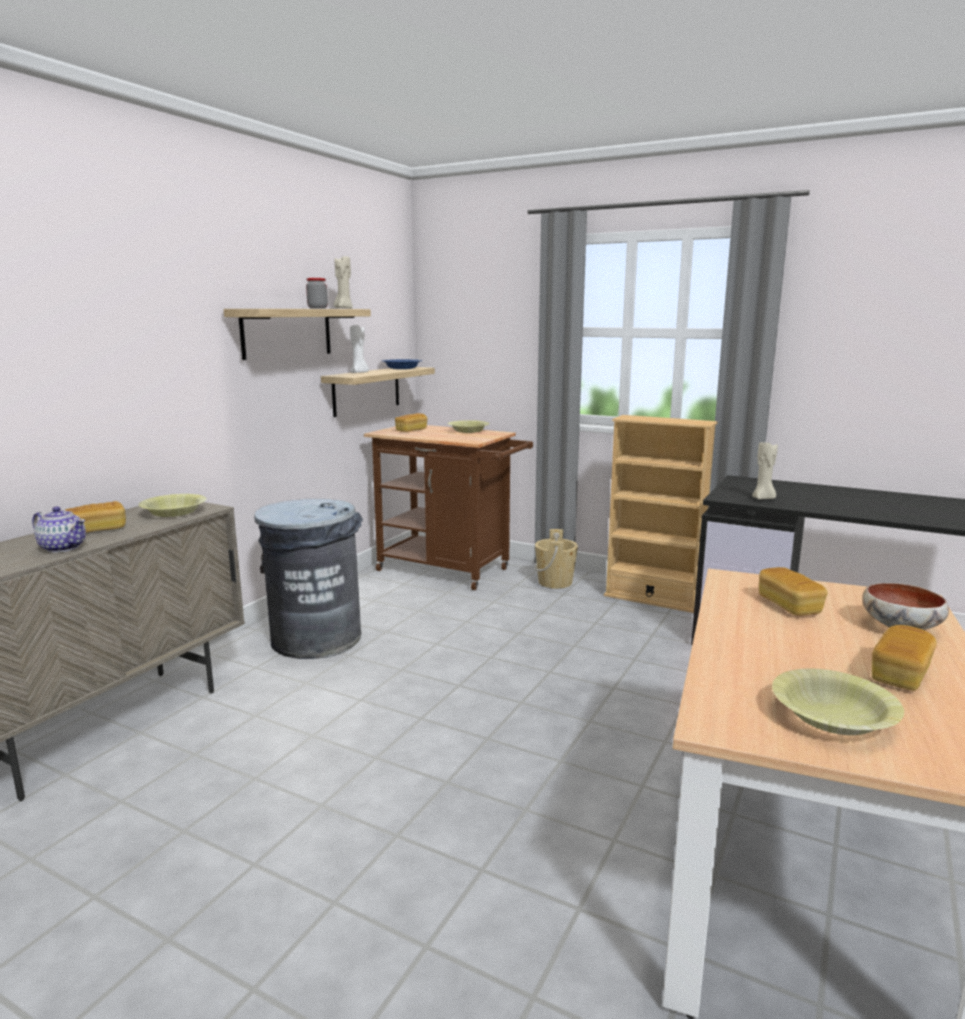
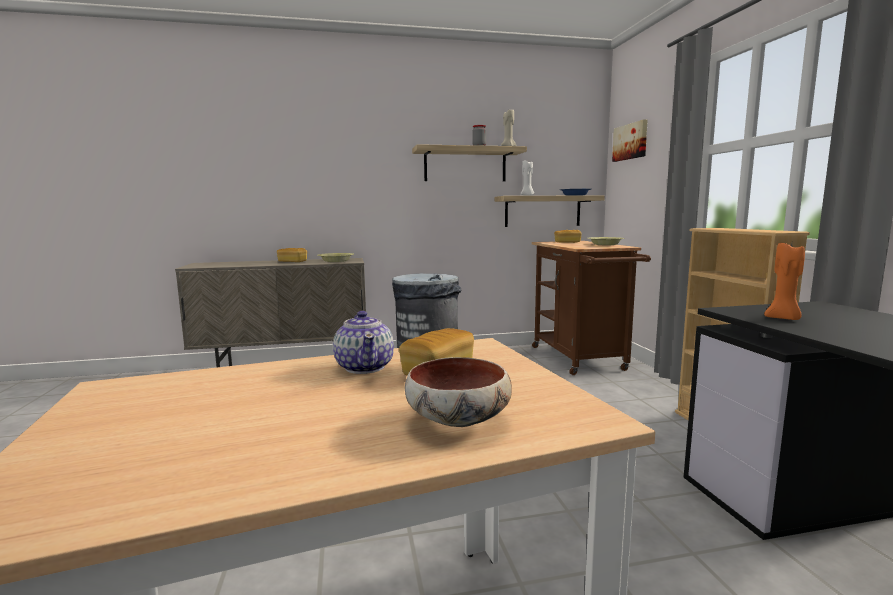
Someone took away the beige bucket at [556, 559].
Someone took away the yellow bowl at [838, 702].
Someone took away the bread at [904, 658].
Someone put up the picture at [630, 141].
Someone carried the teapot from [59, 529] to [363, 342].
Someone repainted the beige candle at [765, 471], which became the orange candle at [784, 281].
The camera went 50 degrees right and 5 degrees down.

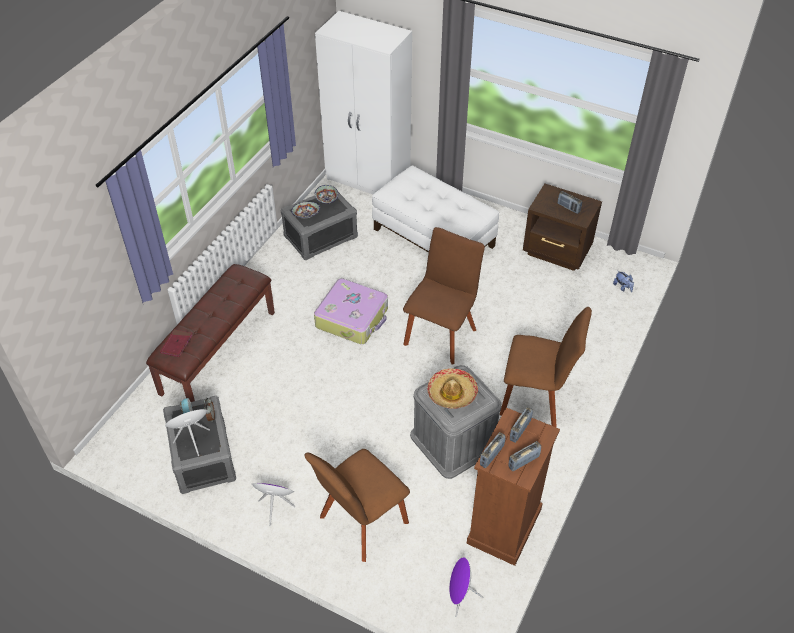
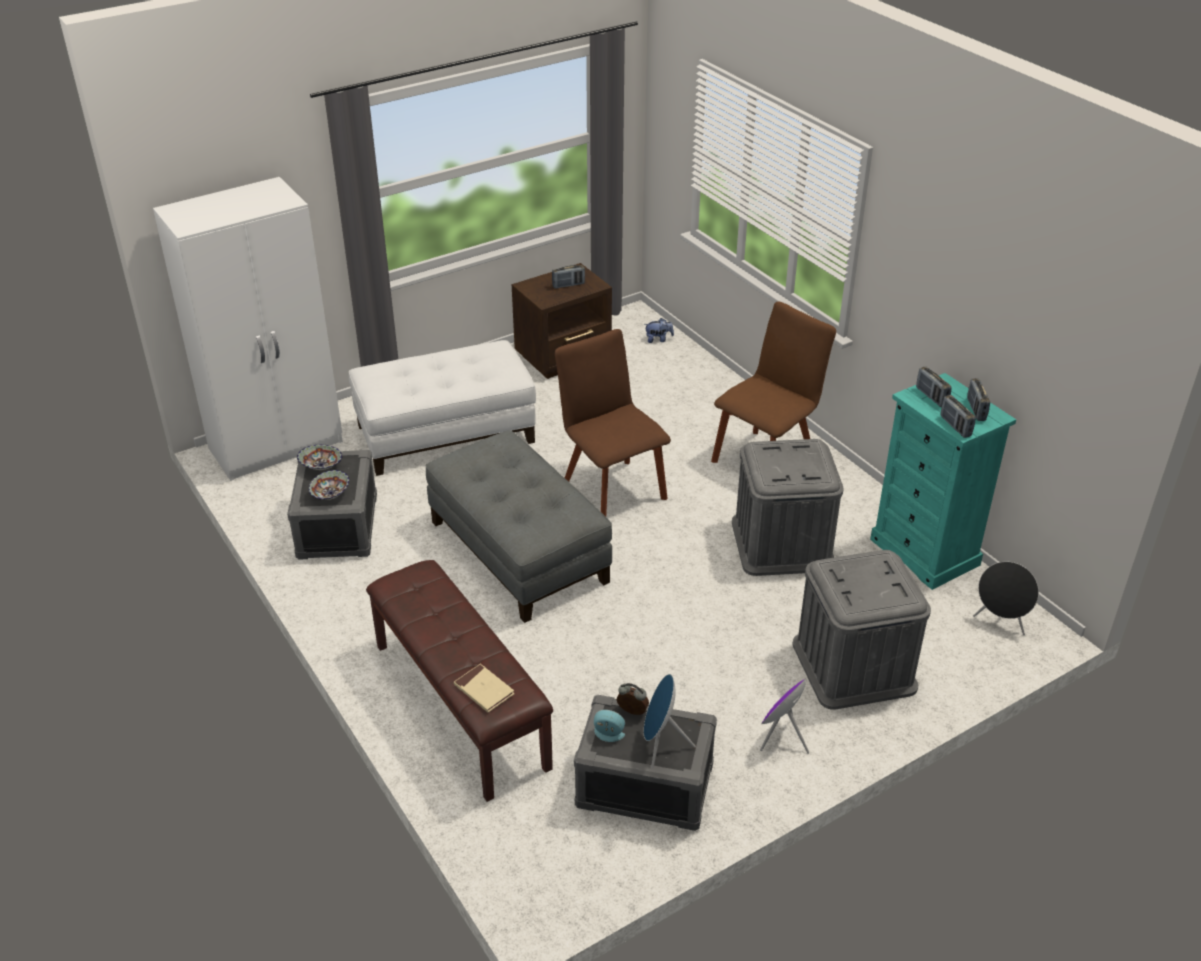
Someone took away the hat at [452, 388].
Someone swapped the brown chair at [357, 505] for the grey storage box at [861, 630].
Someone swapped the suitcase at [351, 311] for the grey ottoman at [519, 526].
Someone repainted the red book at [176, 343], which became the beige book at [484, 688].
Someone repainted the purple speaker at [466, 587], which became the black speaker at [1006, 598].
Someone repainted the brown dresser at [513, 486], which became the turquoise dresser at [943, 481].
The camera went 60 degrees left and 10 degrees down.

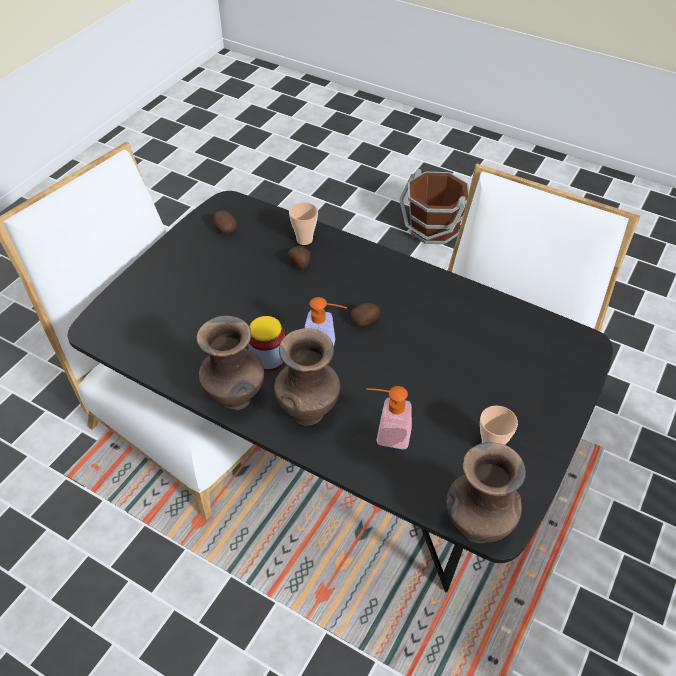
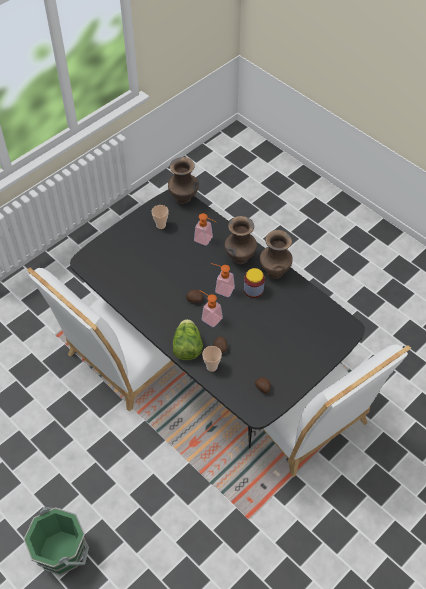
Someone put down the lettuce at [188, 339].
Someone put down the soap dispenser at [211, 308].
Someone repainted the brown bucket at [434, 206], which became the green bucket at [56, 541].
The camera went 165 degrees left and 5 degrees up.

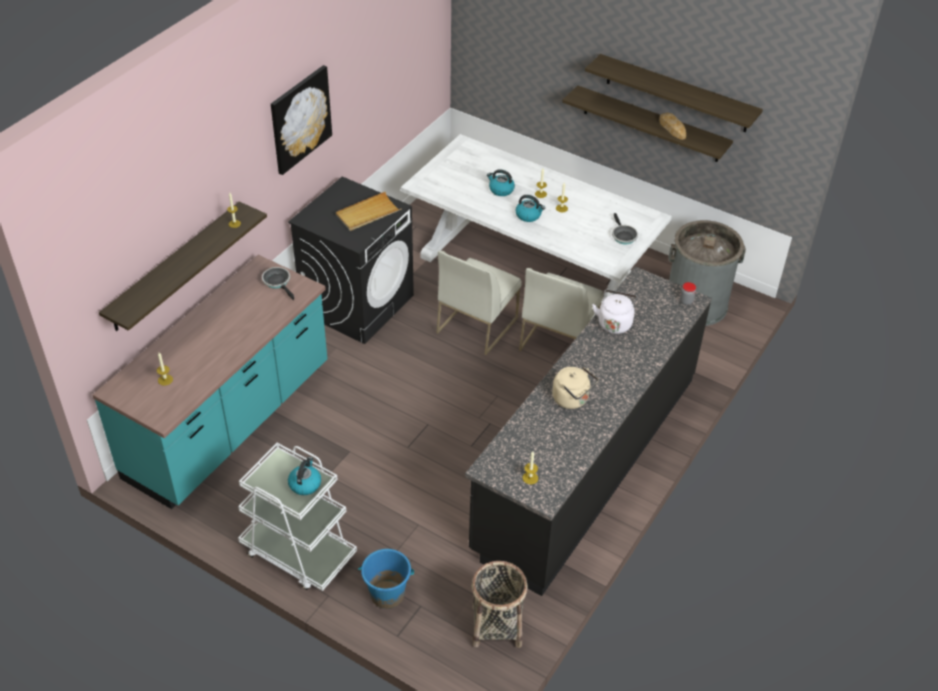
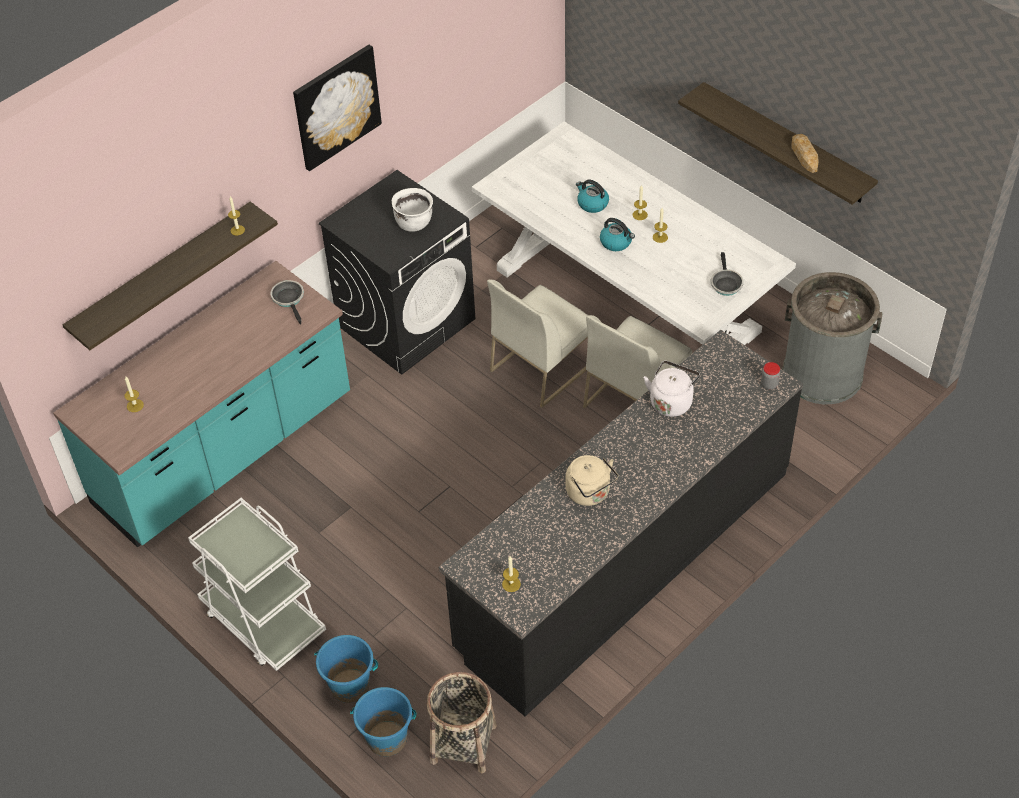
Someone took away the kettle at [304, 476].
Someone took away the shelf at [674, 93].
Someone put down the blue bucket at [383, 721].
Someone swapped the beige tray at [368, 211] for the white cooking pot at [412, 210].
The camera went 15 degrees right and 5 degrees up.

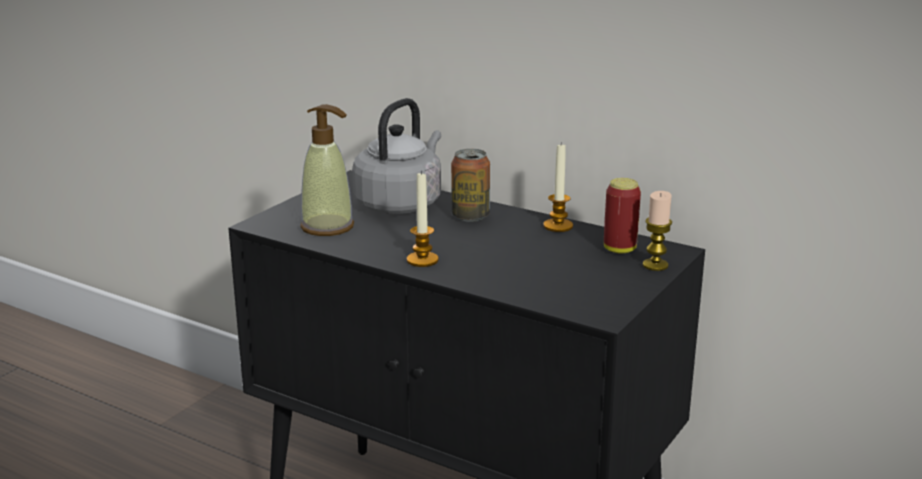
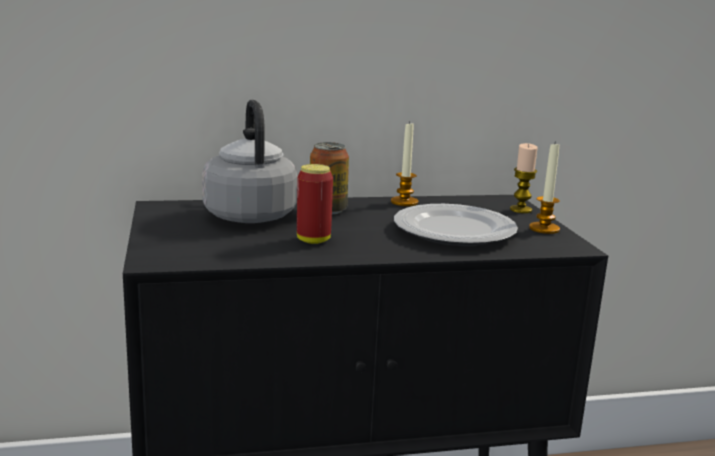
Someone took away the soap dispenser at [327, 170].
Someone put down the plate at [456, 225].
Someone carried the candle from [423, 219] to [544, 187].
Someone carried the can from [622, 216] to [315, 204].
The camera went 45 degrees left and 5 degrees down.

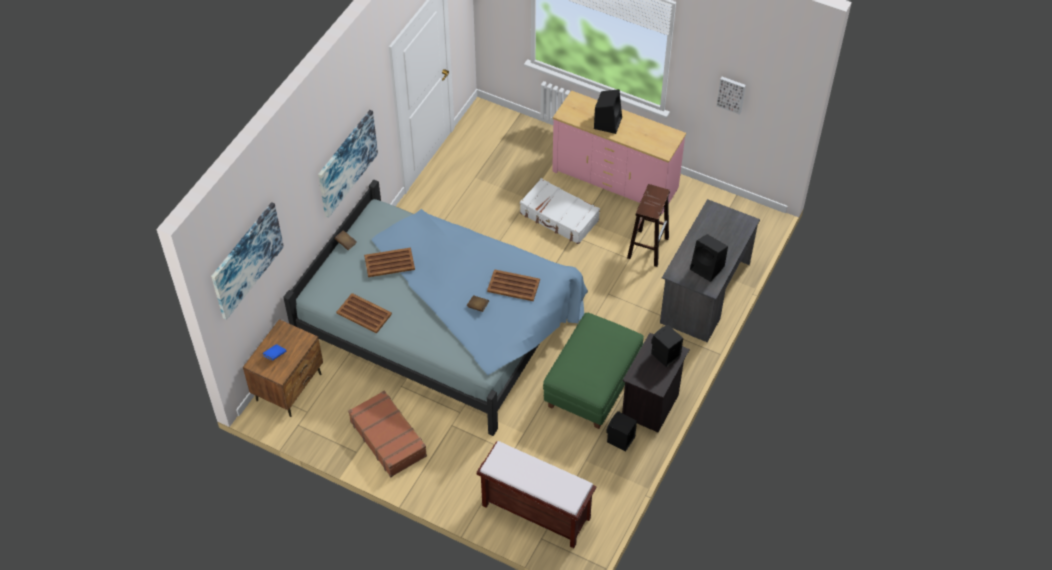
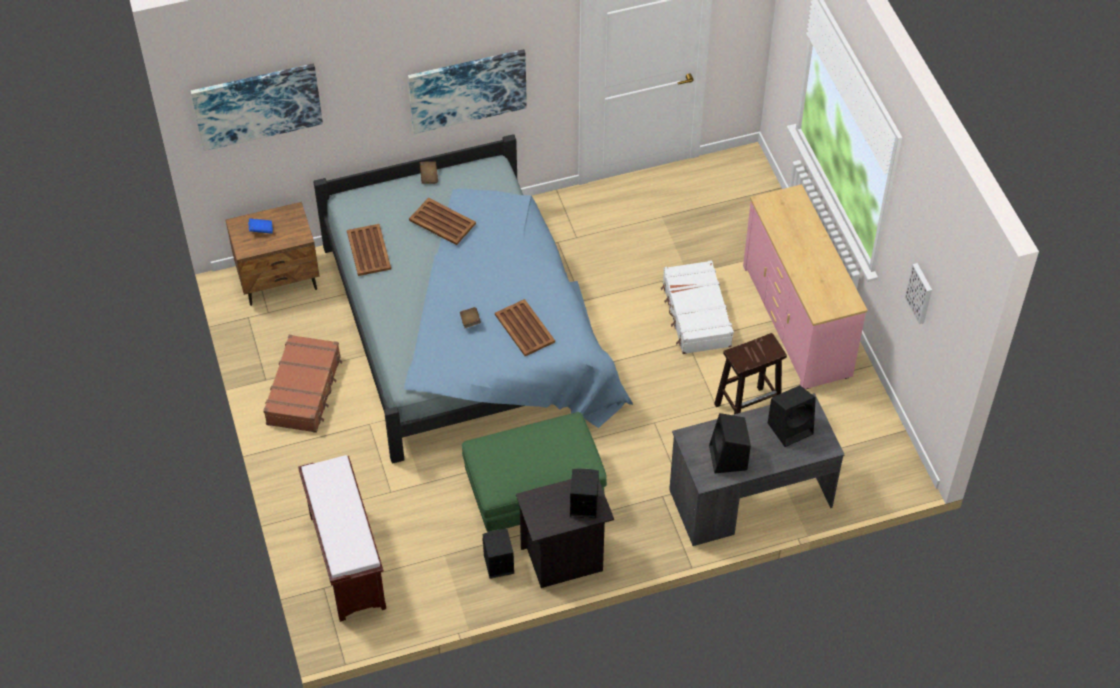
Someone carried the black speaker from [608, 111] to [792, 416].
The camera went 45 degrees right and 0 degrees up.

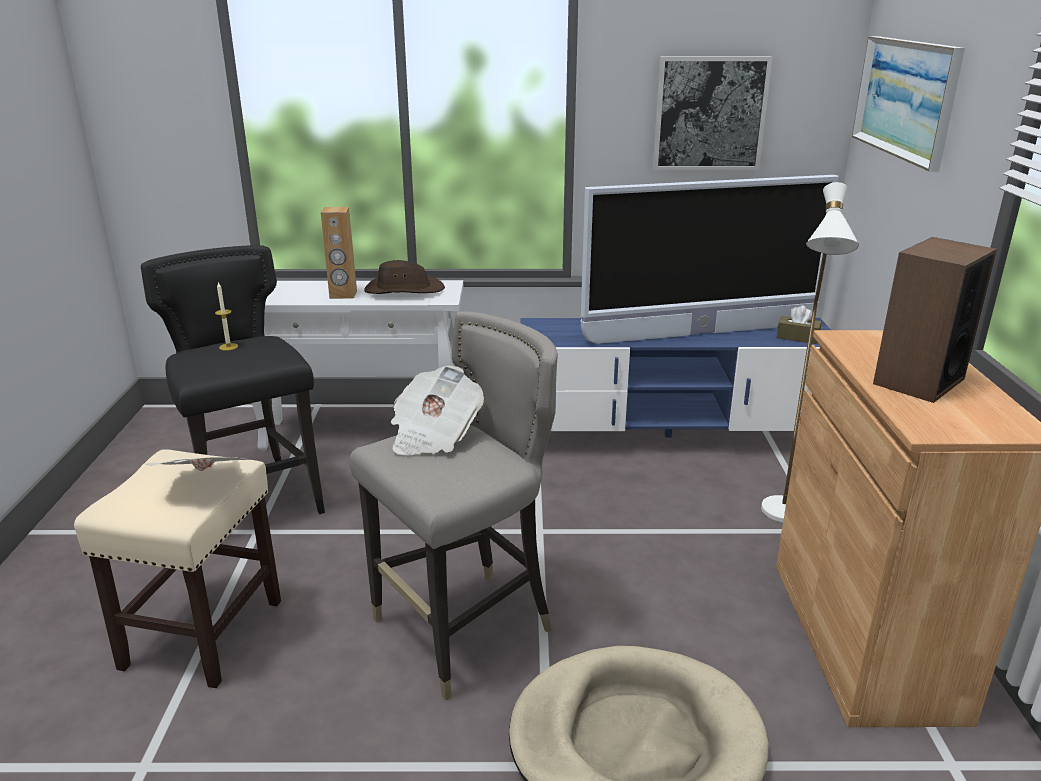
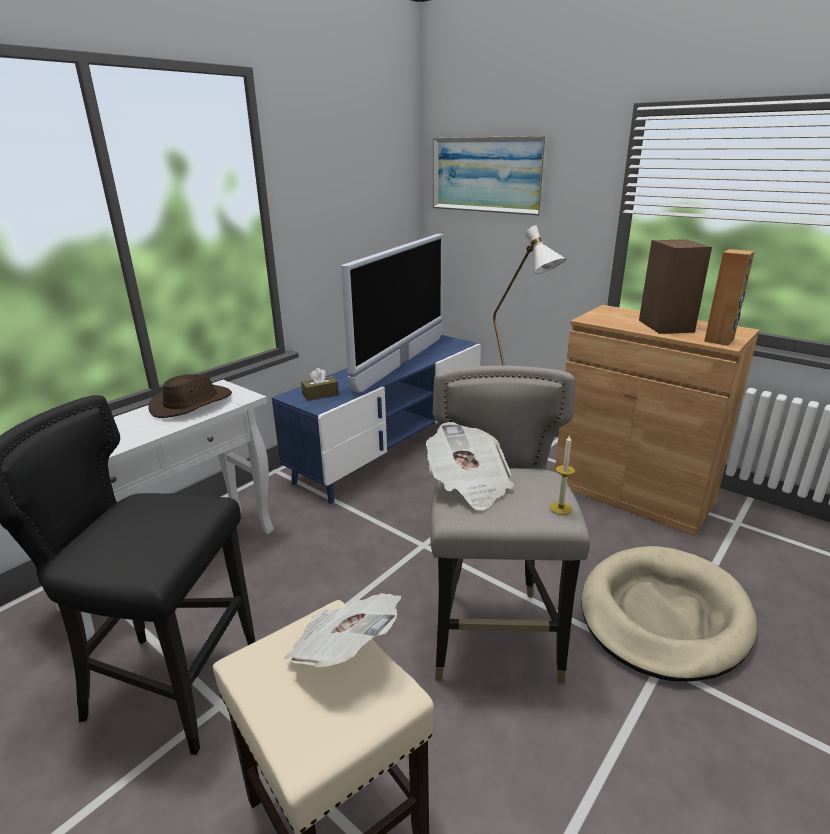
Someone took away the picture at [712, 113].
Someone carried the candle from [226, 316] to [563, 474].
Someone carried the brown speaker from [339, 253] to [729, 297].
Someone carried the brown tissue box from [799, 325] to [320, 384].
The camera went 50 degrees left and 0 degrees up.

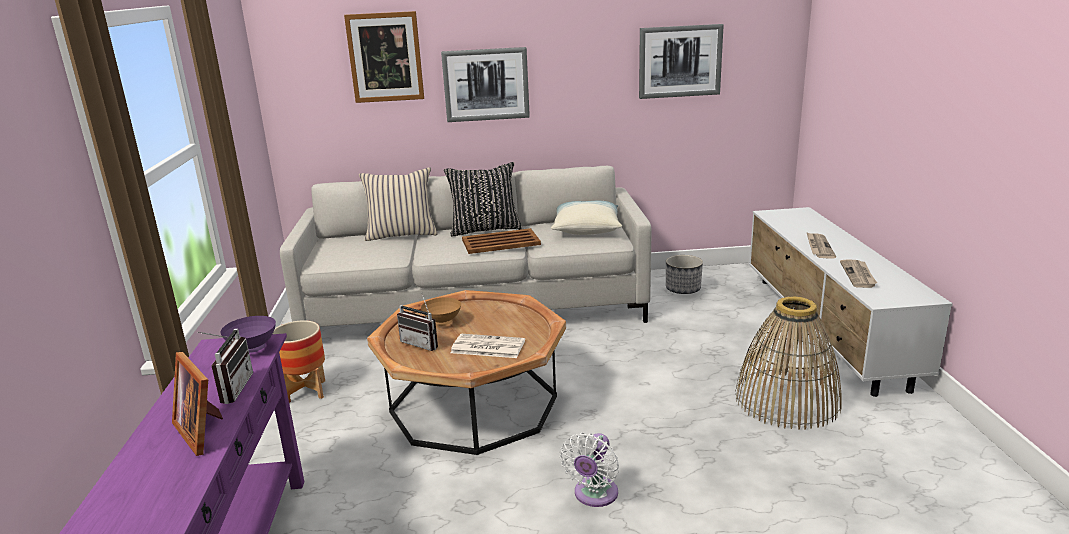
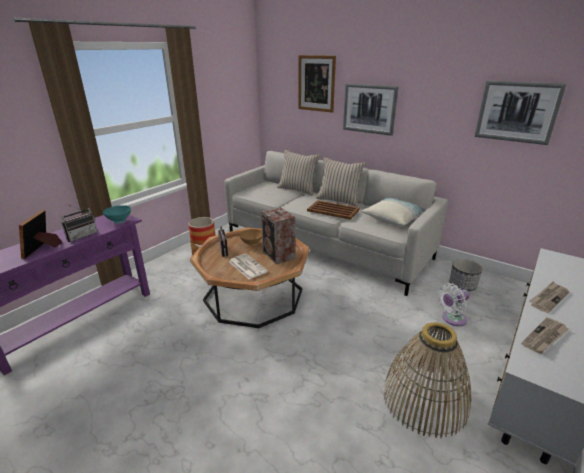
Someone put down the speaker at [278, 235].
Someone carried the white fan from [589, 470] to [454, 304].
Someone repainted the purple bowl at [248, 334], which became the turquoise bowl at [117, 214].
Someone repainted the black pillow at [483, 199], which became the beige pillow at [341, 182].
The camera went 40 degrees right and 5 degrees up.

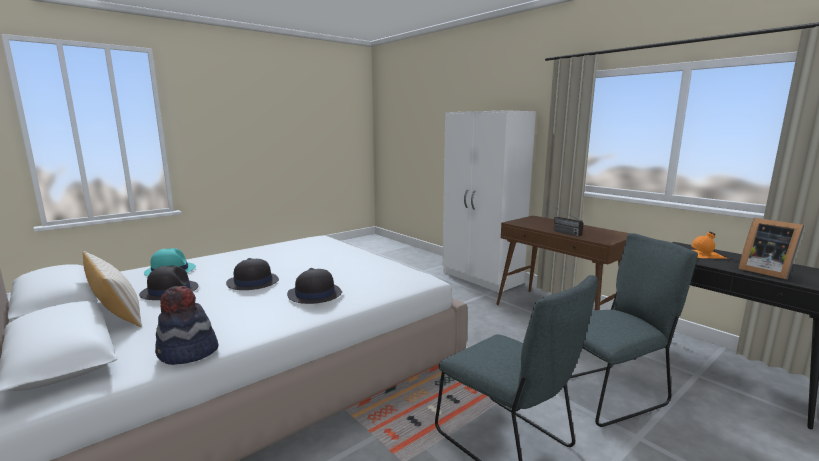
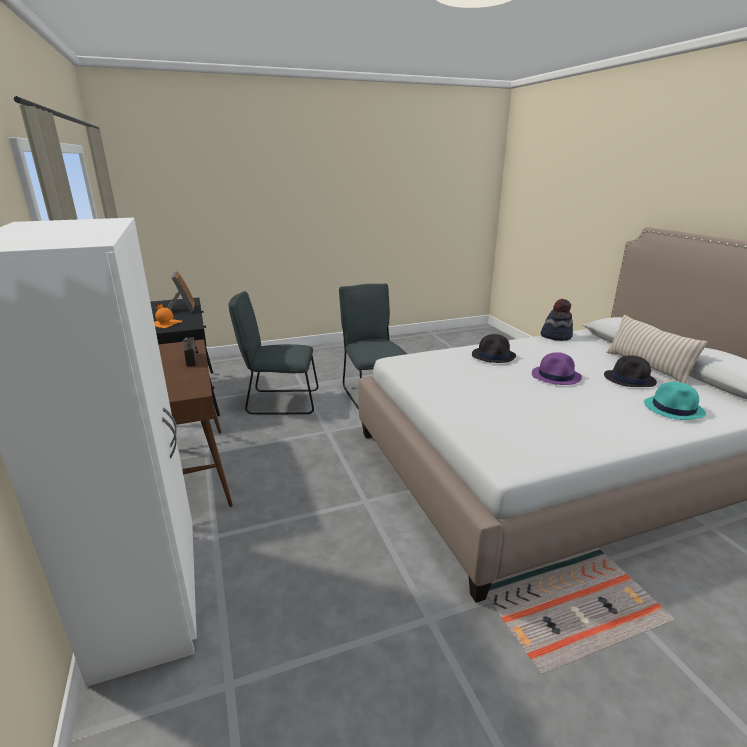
Someone repainted the black hat at [252, 274], which became the purple hat at [557, 368].
The camera went 160 degrees left and 10 degrees up.

